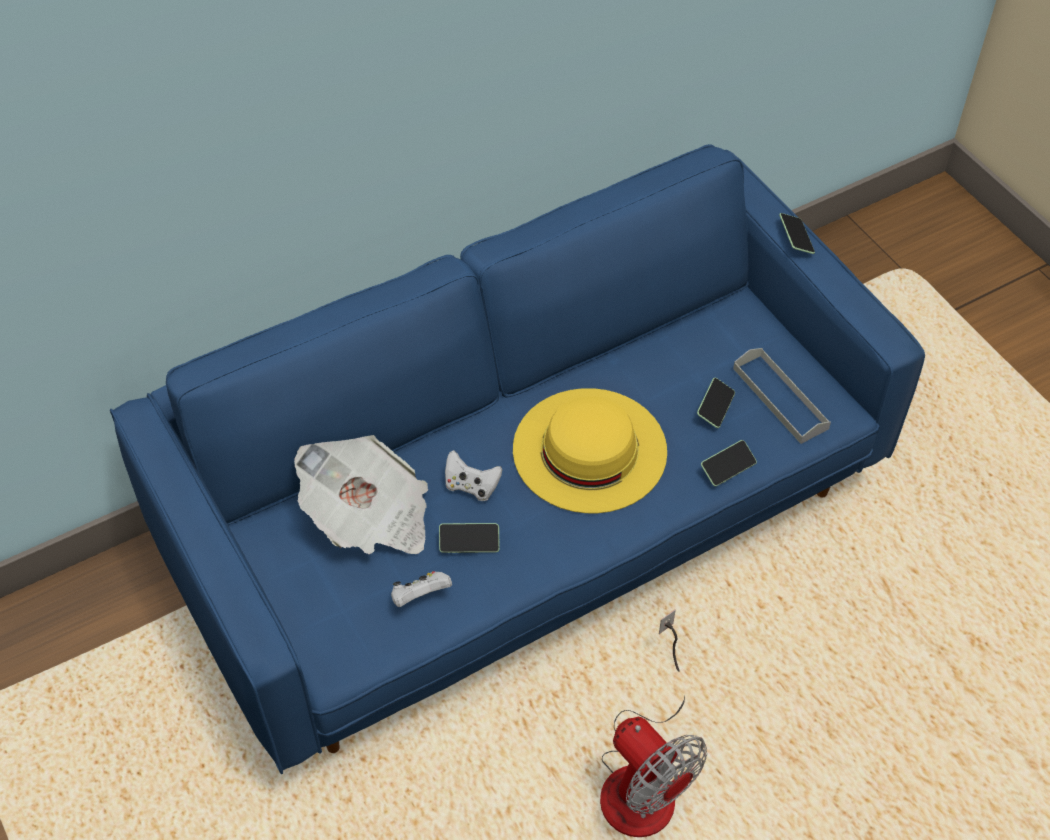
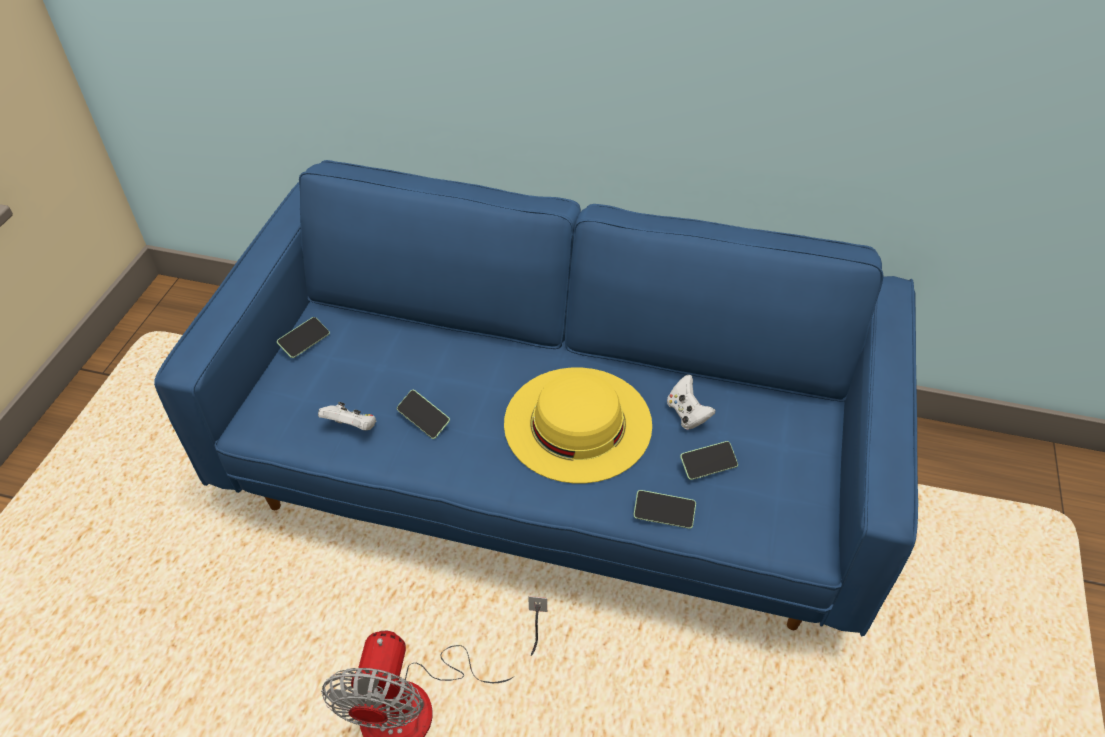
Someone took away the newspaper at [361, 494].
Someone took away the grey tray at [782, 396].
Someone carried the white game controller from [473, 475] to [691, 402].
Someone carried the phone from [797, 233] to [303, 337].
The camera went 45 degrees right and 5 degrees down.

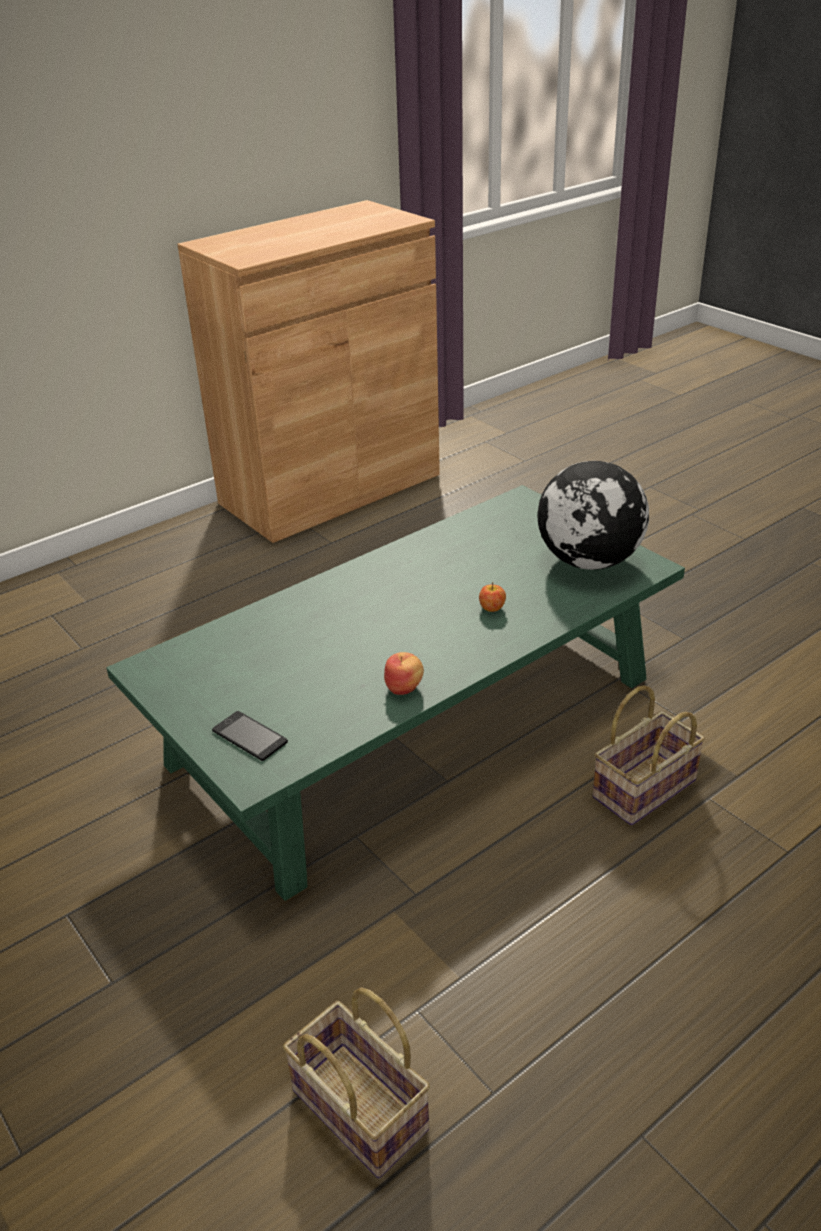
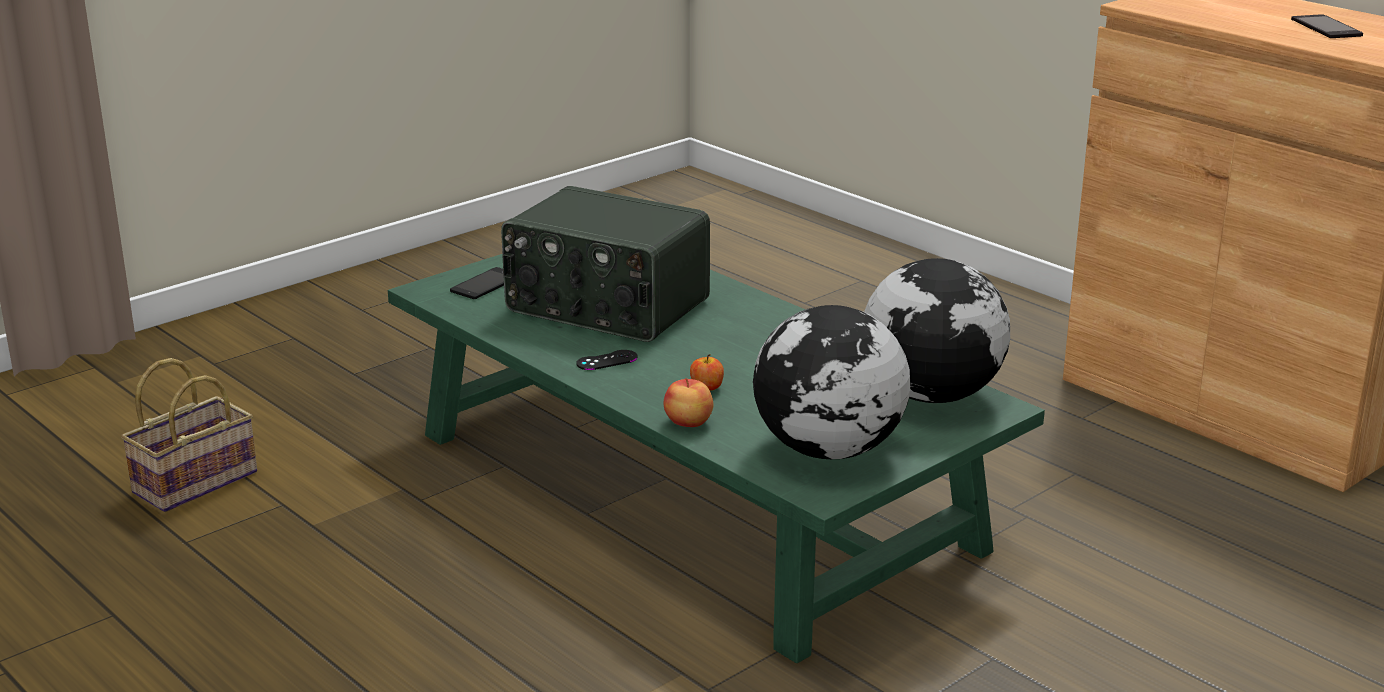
Someone took away the basket at [648, 755].
Someone put down the radio at [605, 264].
Someone put down the black game controller at [606, 360].
Someone put down the globe at [937, 330].
Someone put down the phone at [1327, 26].
Someone carried the apple from [404, 673] to [688, 402].
The camera went 85 degrees right and 10 degrees down.

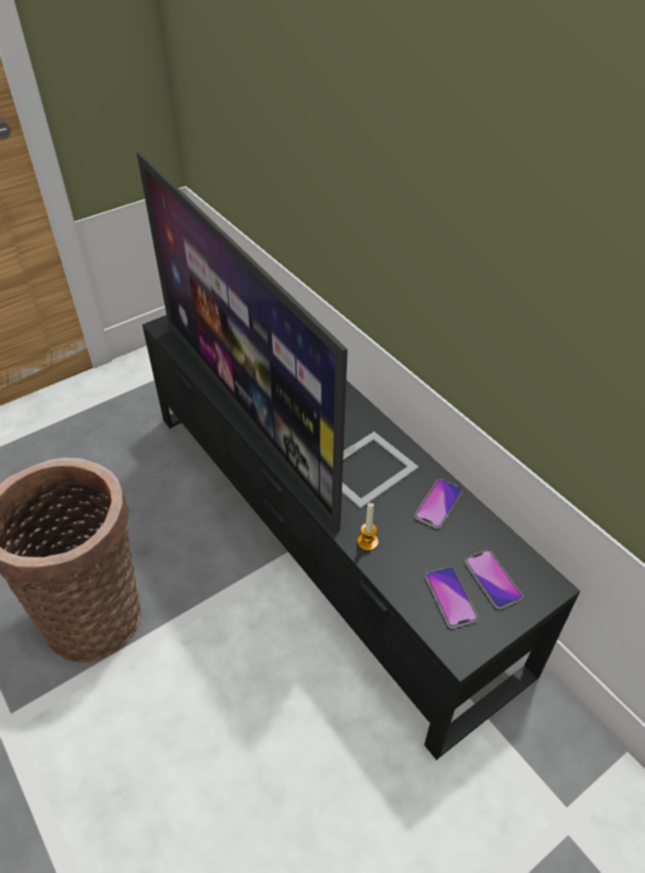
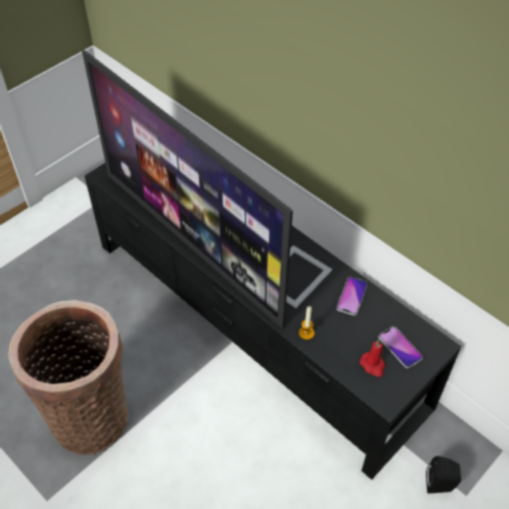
Someone put down the black speaker at [443, 475].
Someone swapped the phone at [452, 597] for the red candle at [372, 358].
The camera went 10 degrees left and 5 degrees up.

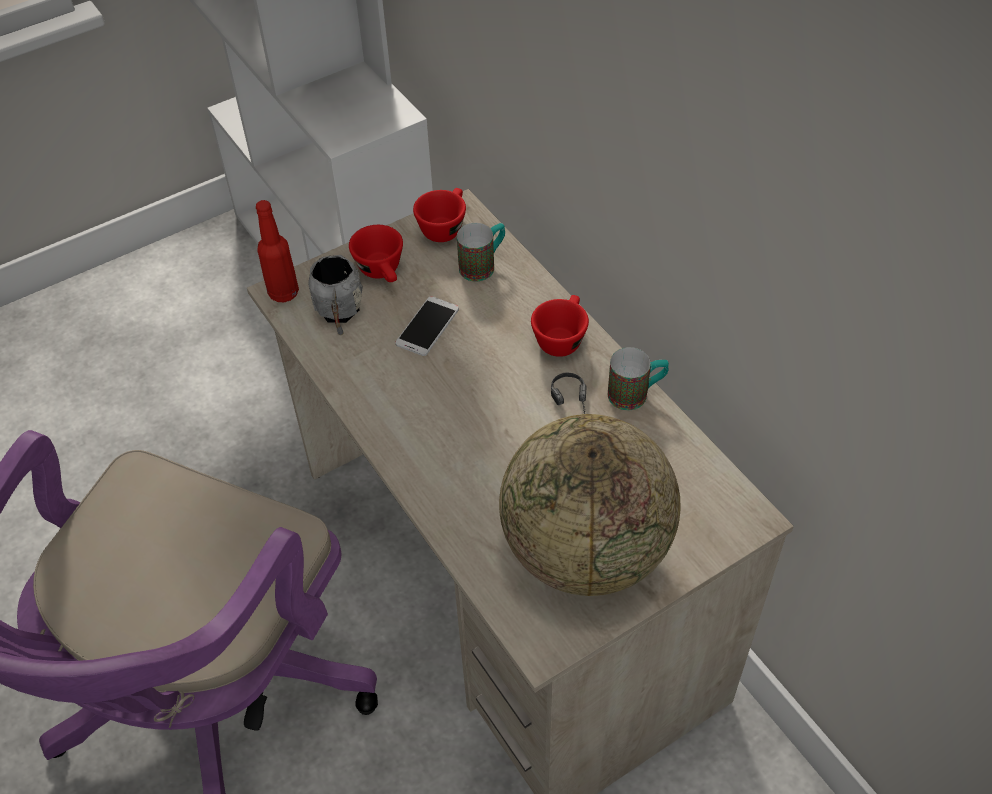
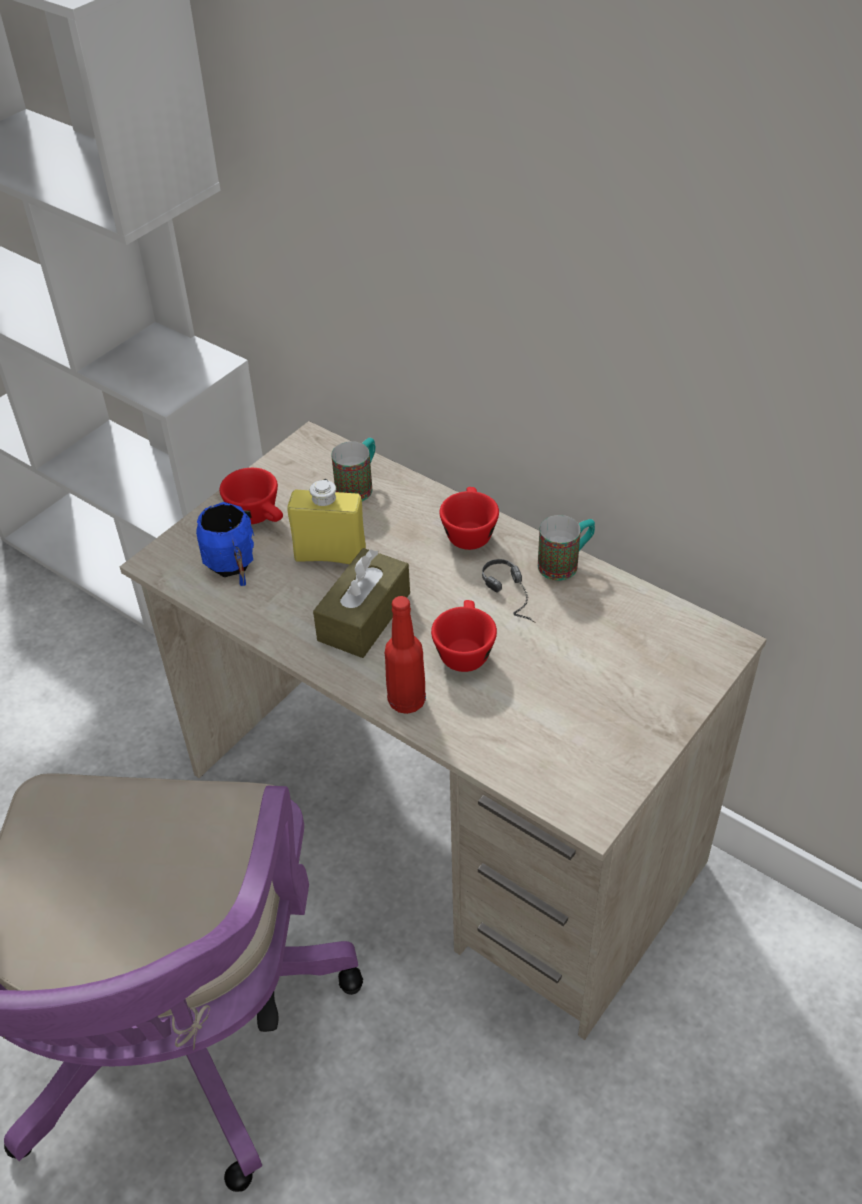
Someone took away the globe at [590, 505].
Someone put down the brown tissue box at [361, 603].
Someone carried the red bottle from [277, 251] to [405, 655].
Someone carried the red cup from [439, 215] to [464, 636].
Someone swapped the phone at [427, 326] for the yellow bottle at [327, 521].
Someone repainted the grey mug at [335, 295], which became the blue mug at [225, 544].
The camera went 20 degrees left and 5 degrees down.

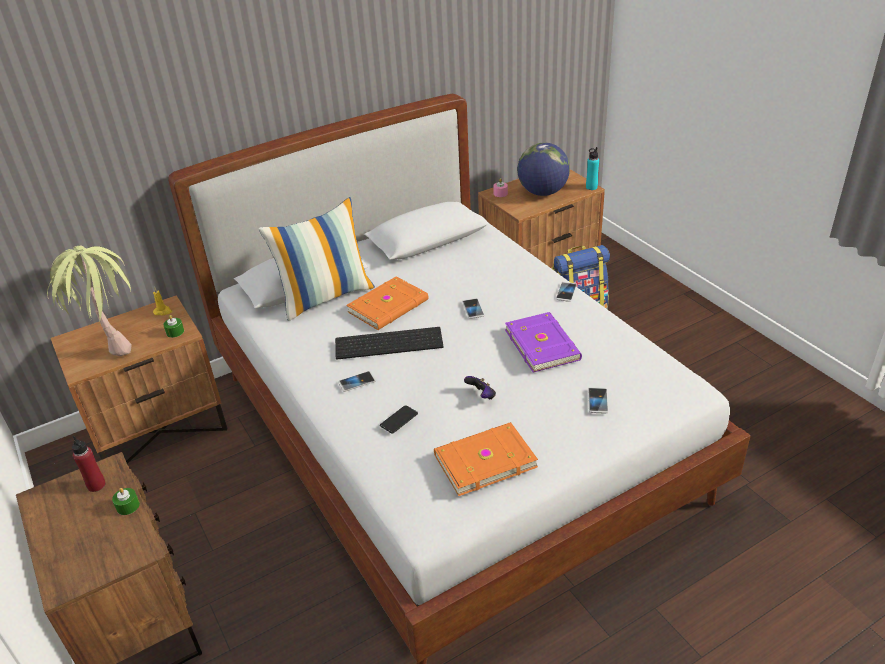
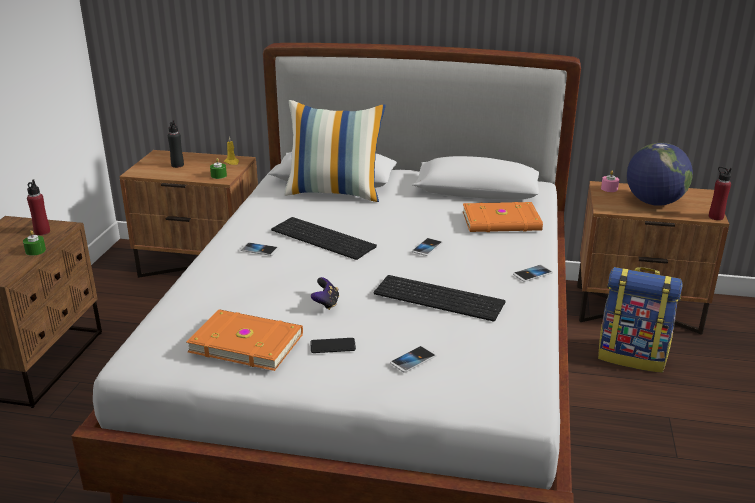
Someone carried the orange book from [387, 303] to [503, 217].
Someone carried the phone from [399, 419] to [333, 345].
Someone swapped the potted plant at [89, 300] for the black bottle at [176, 144].
Someone swapped the purple book at [543, 342] for the keyboard at [439, 298].
Someone repainted the turquoise bottle at [592, 168], which became the red bottle at [720, 193].
The camera went 40 degrees right and 10 degrees down.

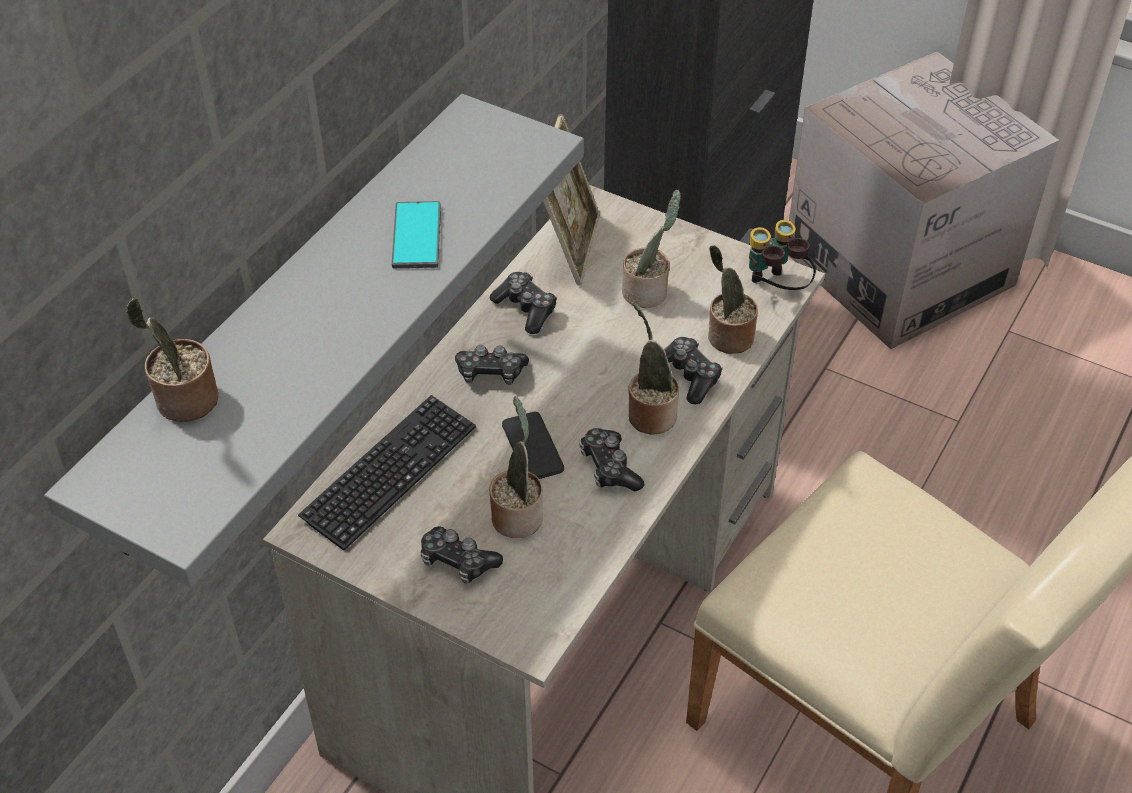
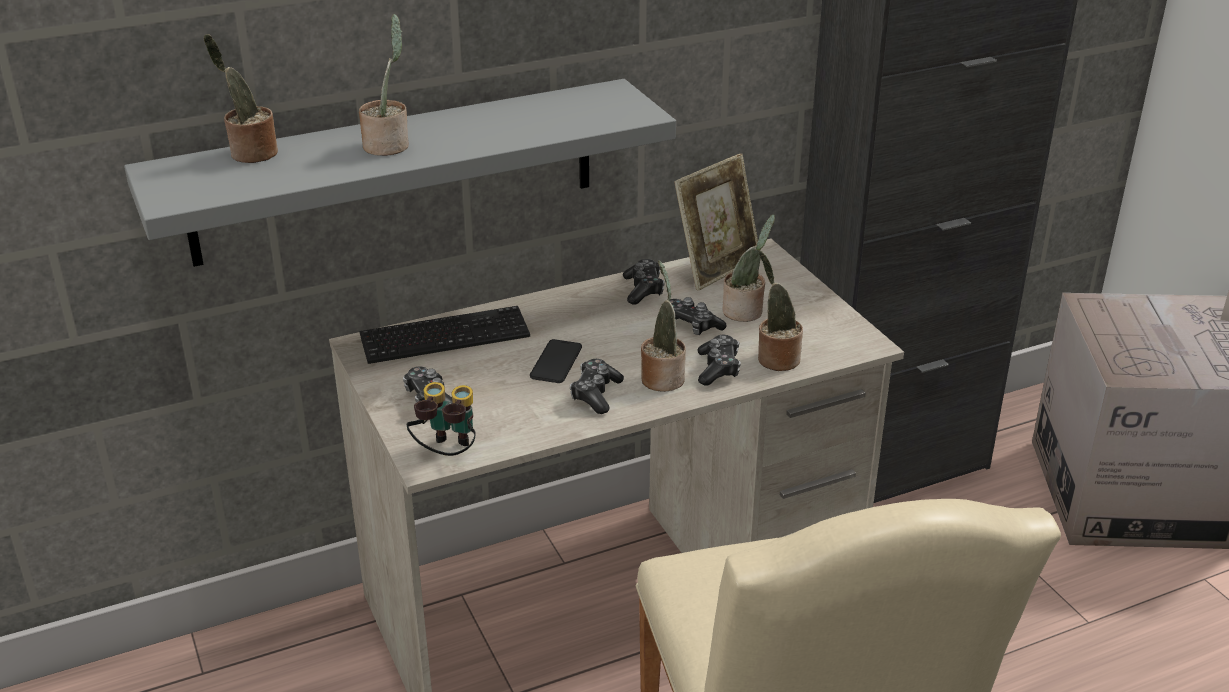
Someone took away the phone at [416, 234].
Someone carried the game controller from [492, 365] to [698, 316].
Someone carried the potted plant from [516, 467] to [384, 85].
Someone carried the binoculars from [782, 255] to [441, 419].
The camera went 35 degrees right and 15 degrees down.

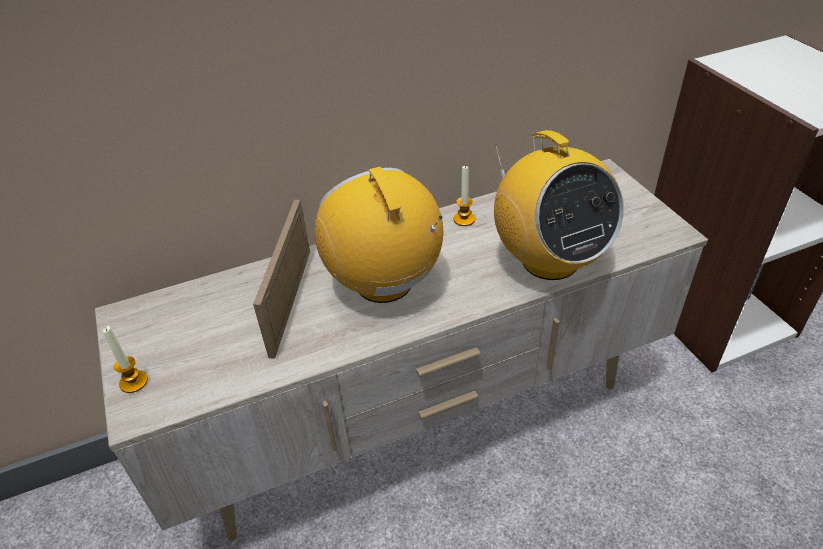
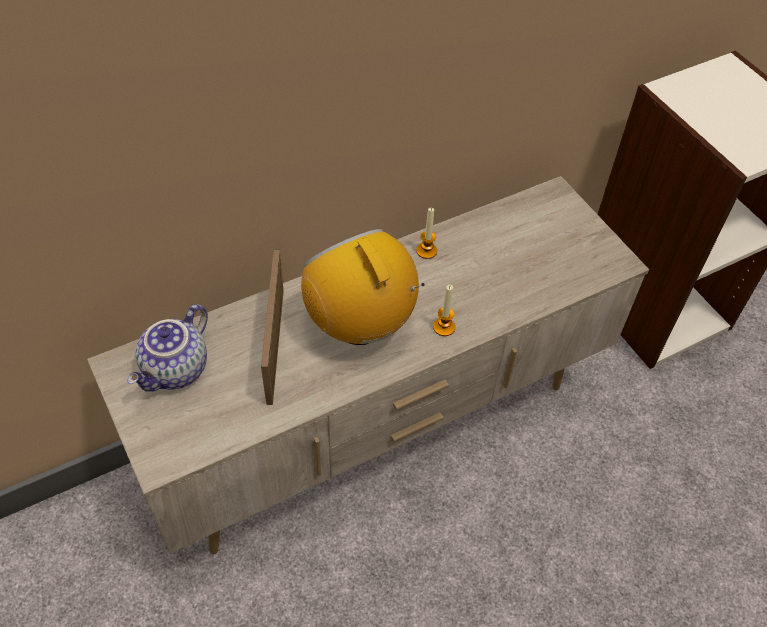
Someone took away the radio at [559, 205].
Someone put down the teapot at [167, 348].
Someone carried the candle from [125, 359] to [444, 310].
The camera went 10 degrees left and 10 degrees up.

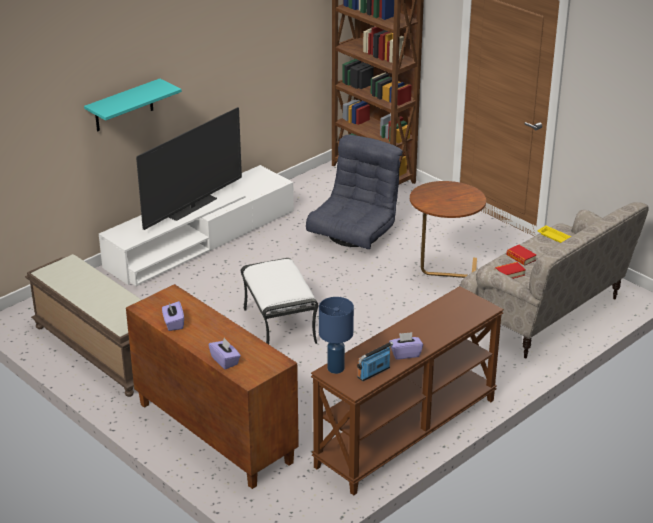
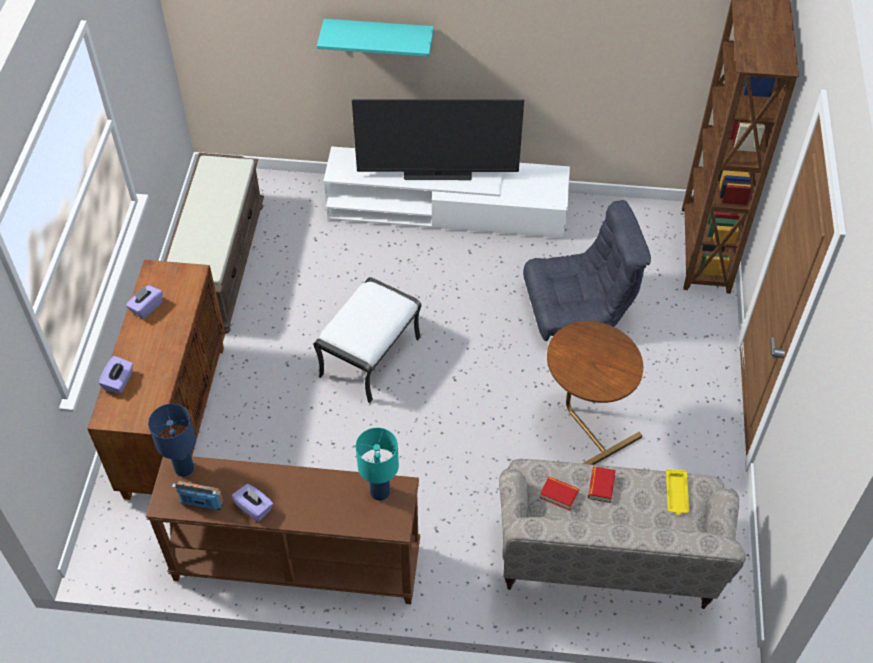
Someone put down the turquoise table lamp at [377, 464].
The camera went 50 degrees right and 20 degrees up.

